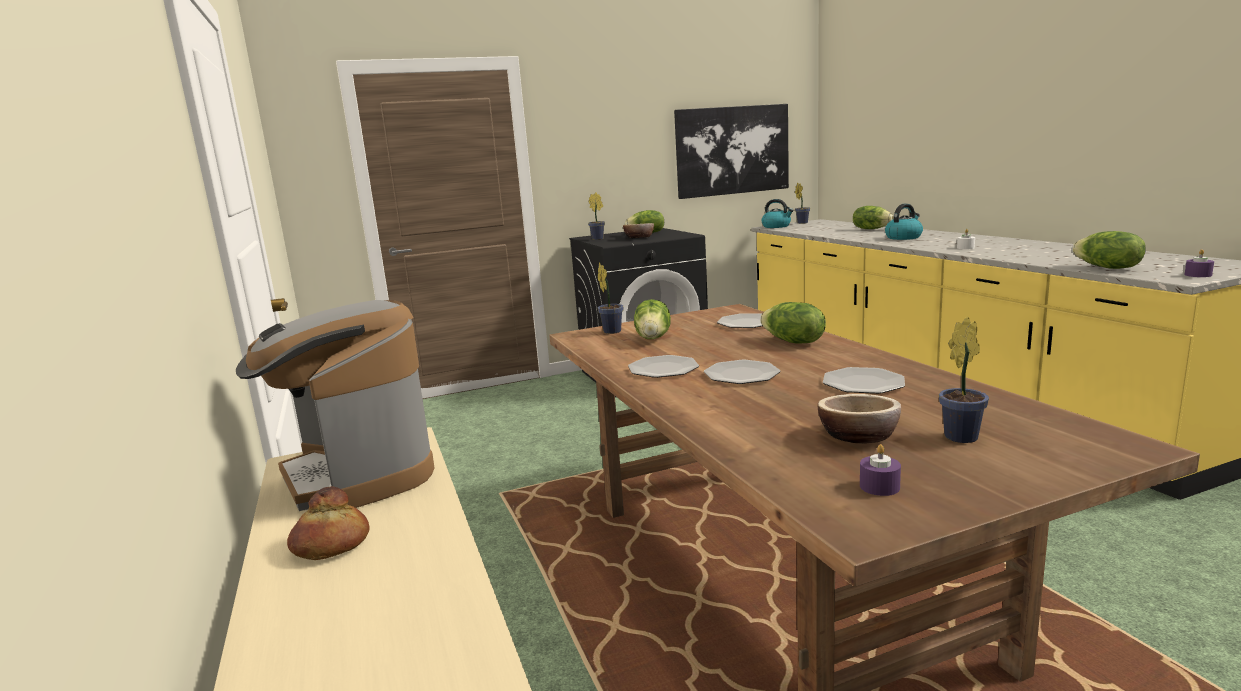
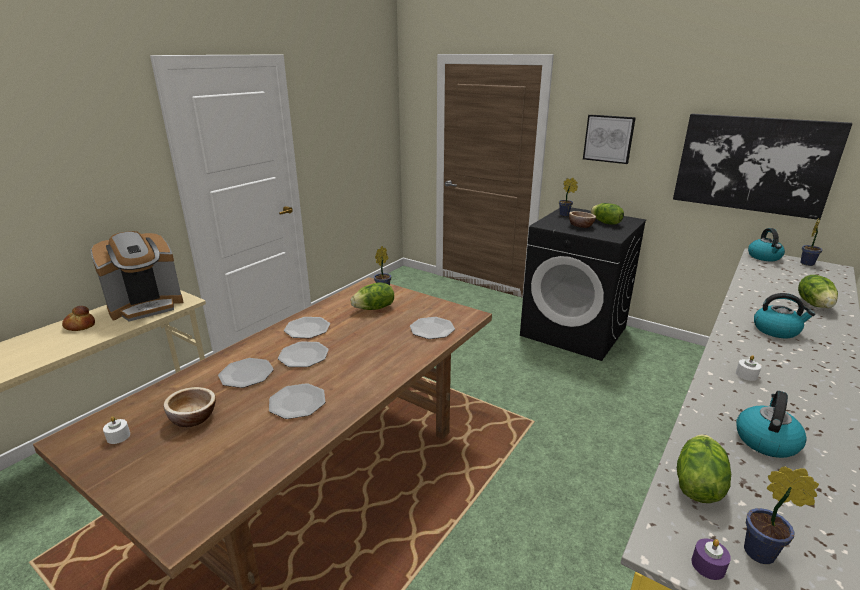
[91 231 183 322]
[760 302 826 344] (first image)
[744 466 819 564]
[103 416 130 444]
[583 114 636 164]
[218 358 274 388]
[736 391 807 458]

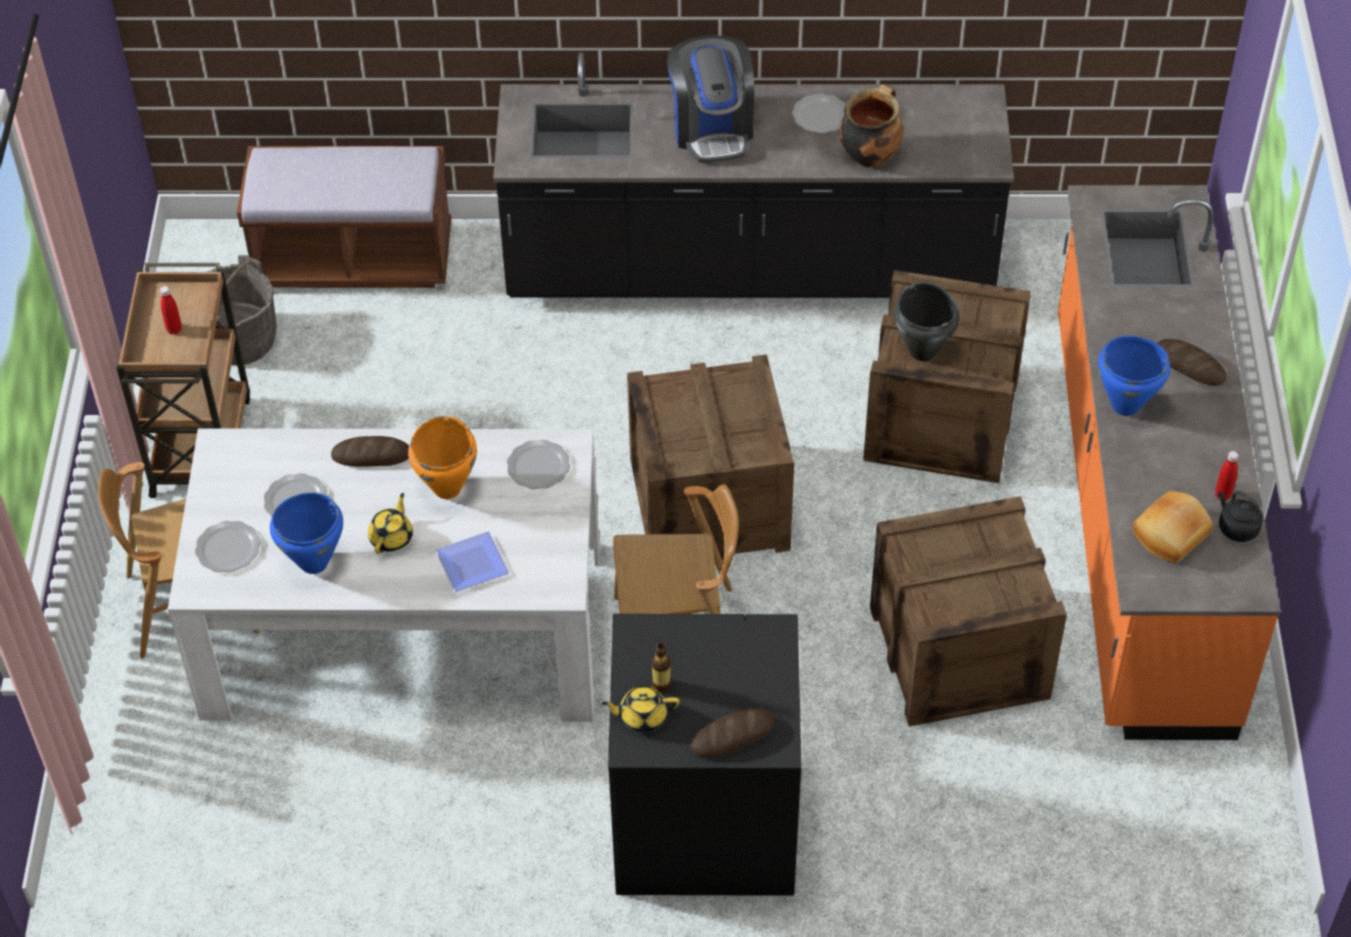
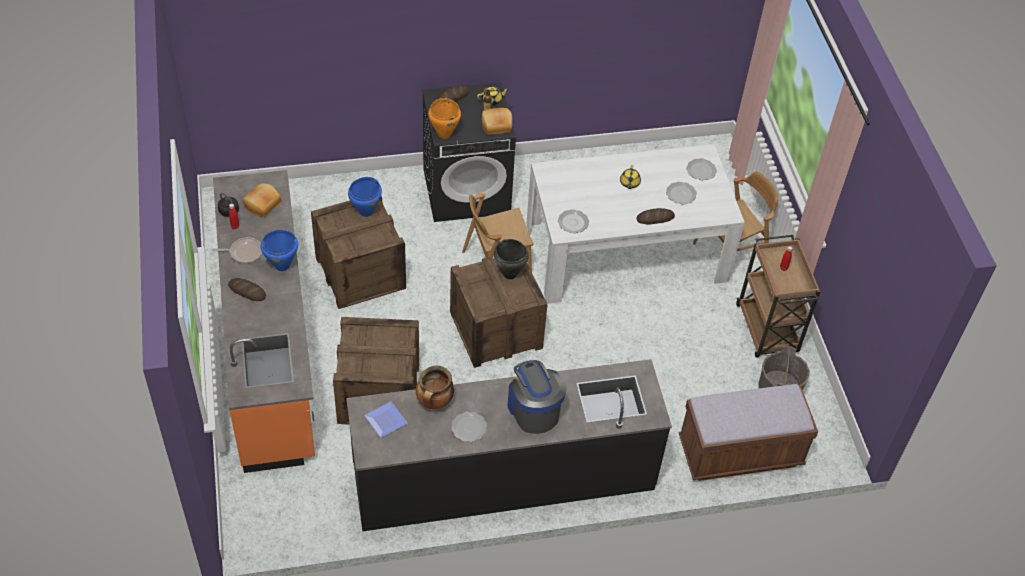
[494 239 529 279]
[428 98 461 139]
[348 177 382 217]
[364 401 407 438]
[482 108 513 135]
[211 237 262 263]

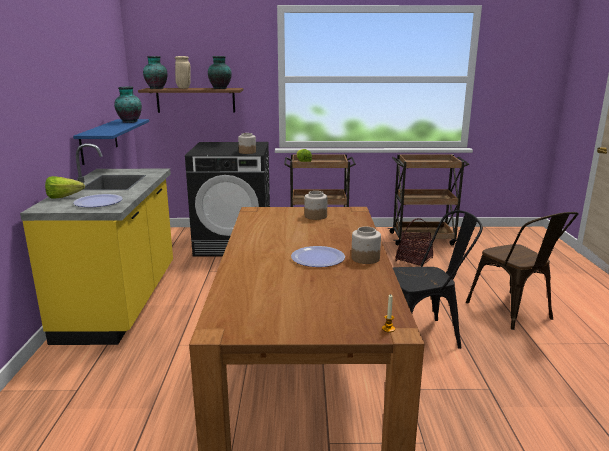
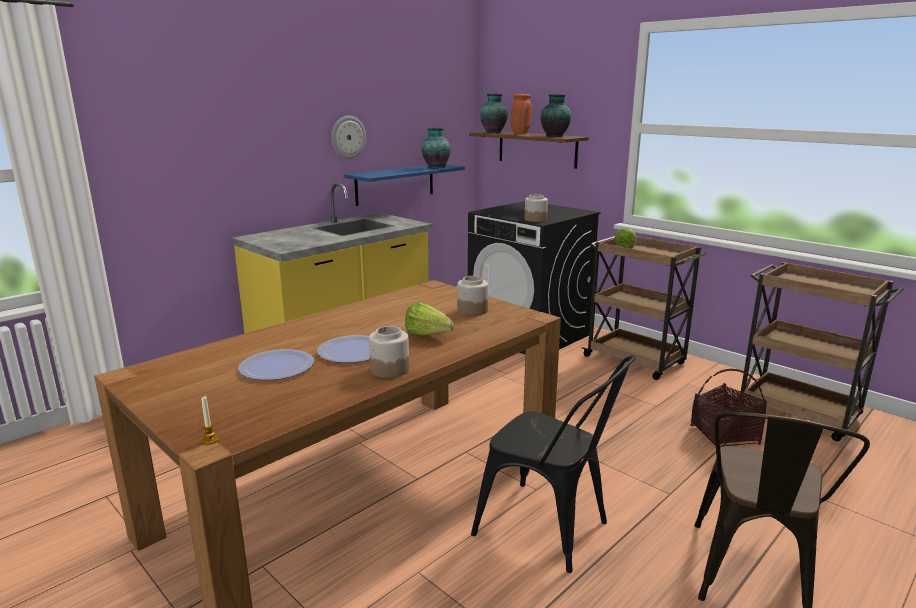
[510 94 532 134]
[405 302 454 335]
[238 349 314 380]
[331 116 366 159]

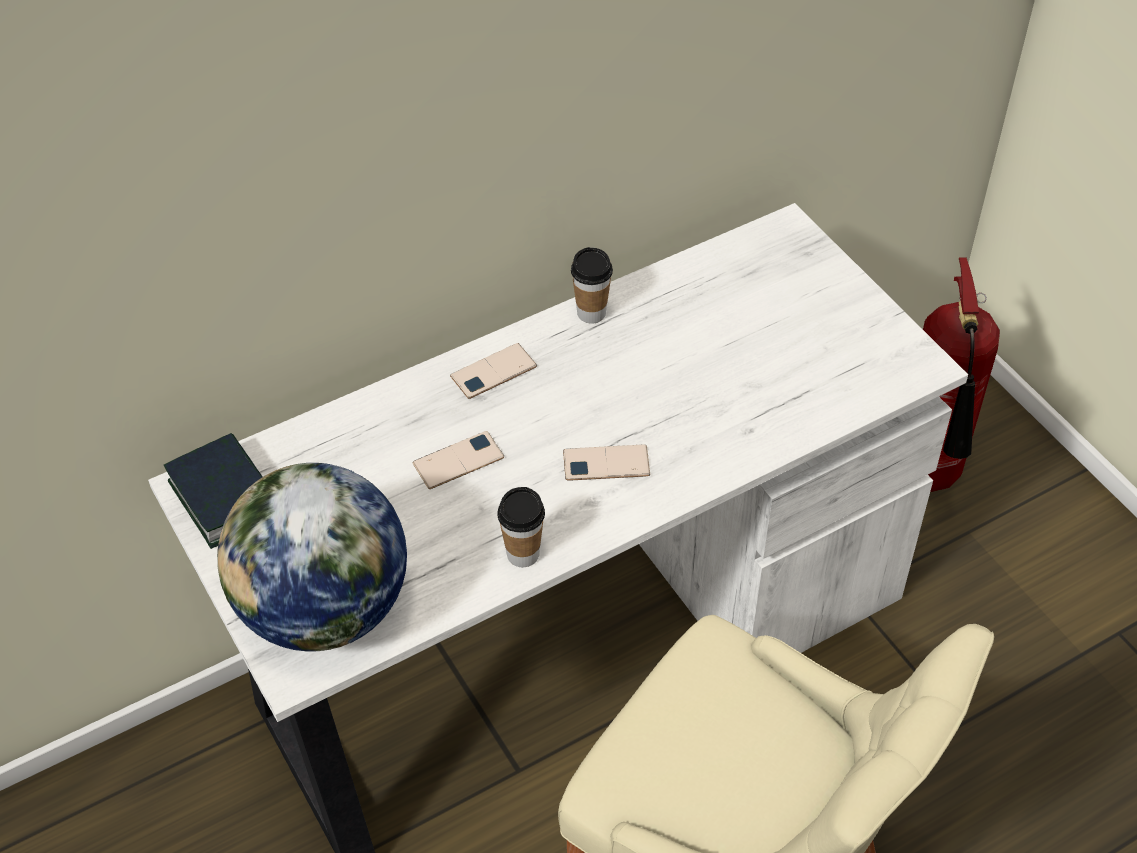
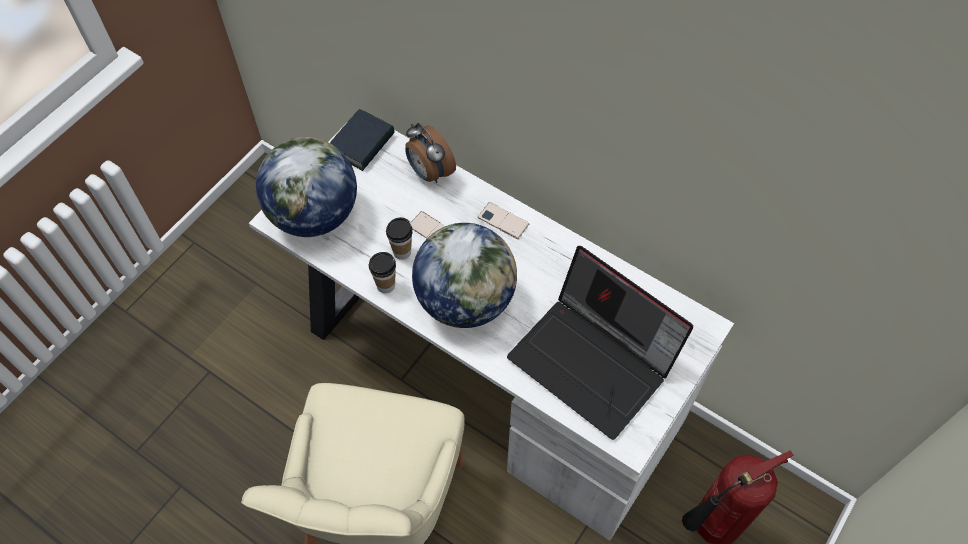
[386 217 413 260]
[412 223 517 328]
[405 123 456 183]
[507 246 693 440]

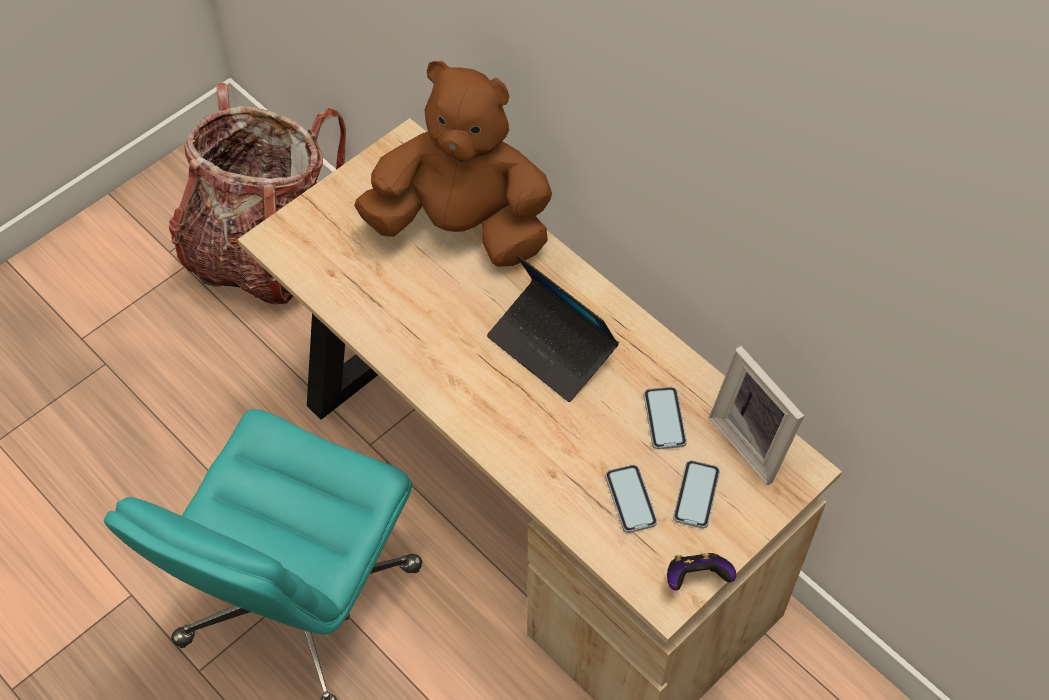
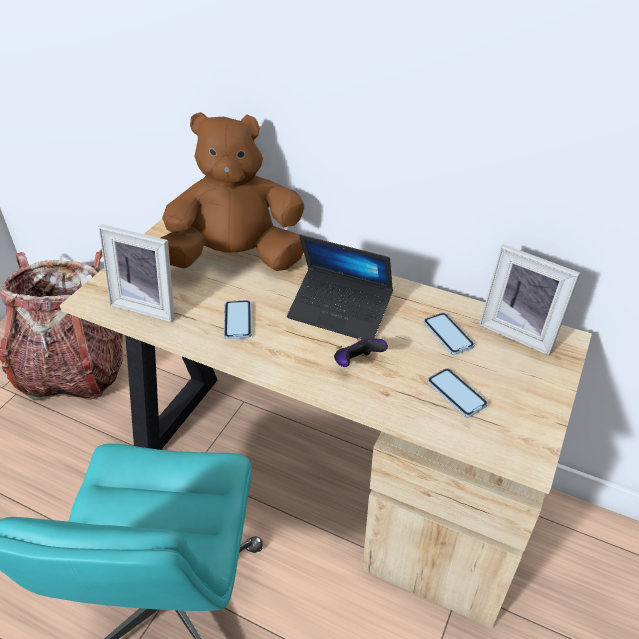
[224 300 252 339]
[334 337 388 367]
[99 224 175 322]

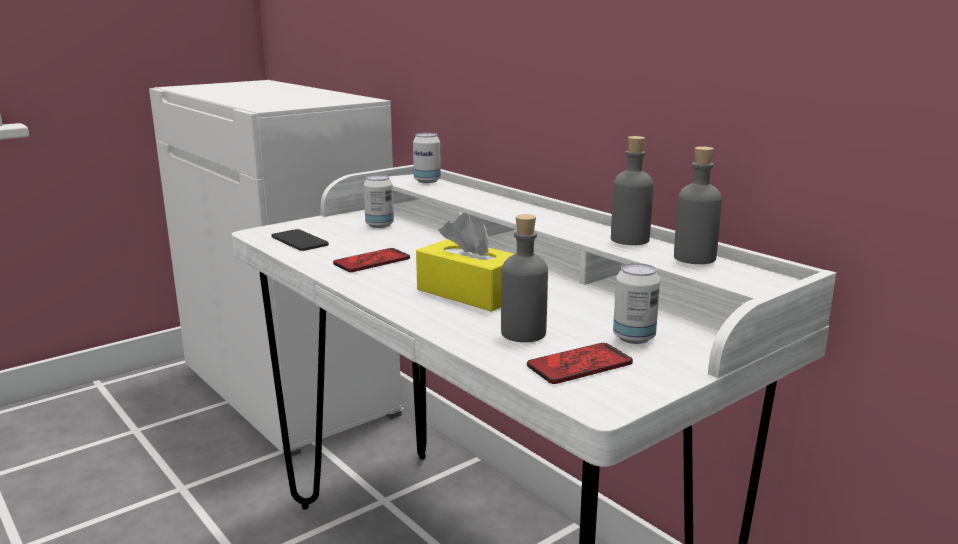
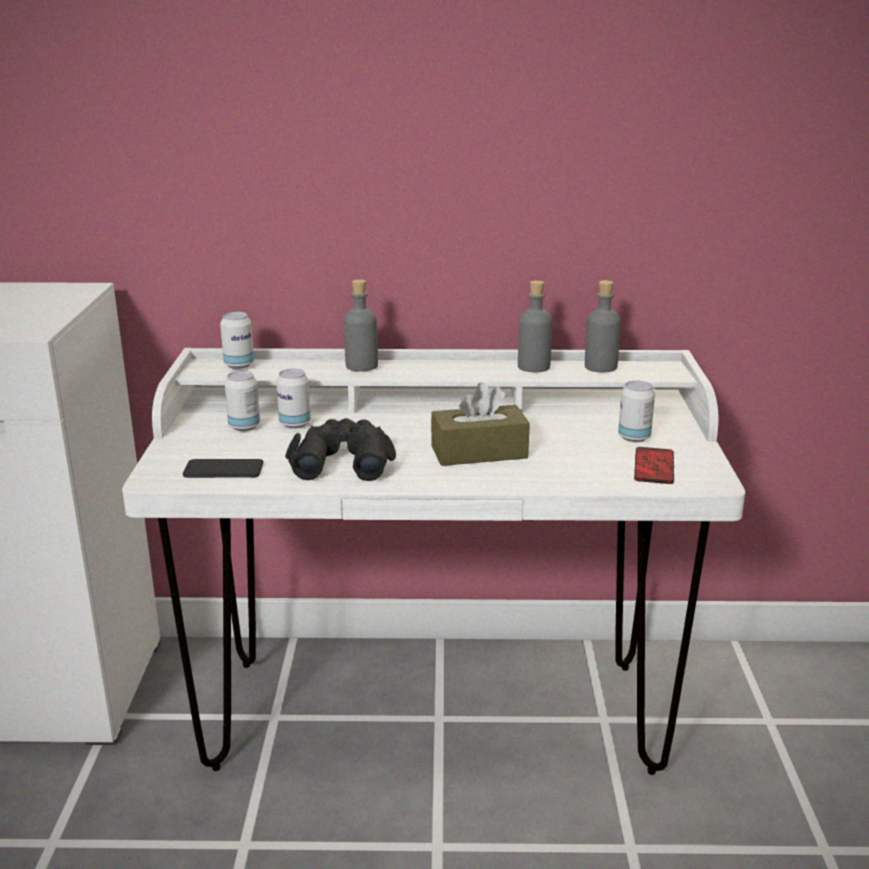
[431 382 530 466]
[344 279 378 371]
[285 418 396 481]
[276 369 311 429]

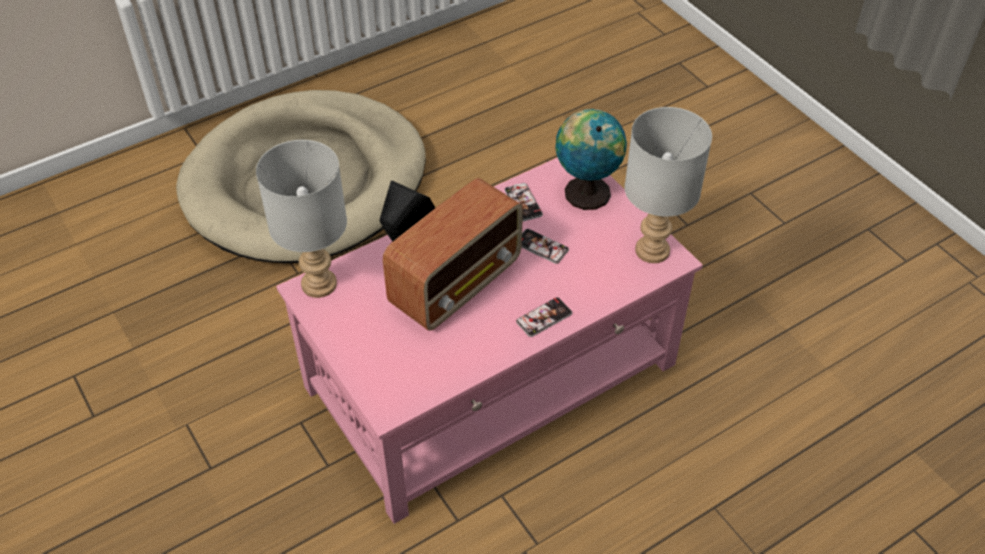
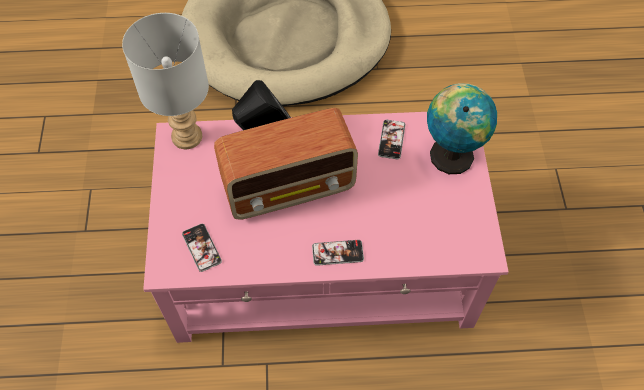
[625 107 712 263] (first image)
[182 224 222 272]

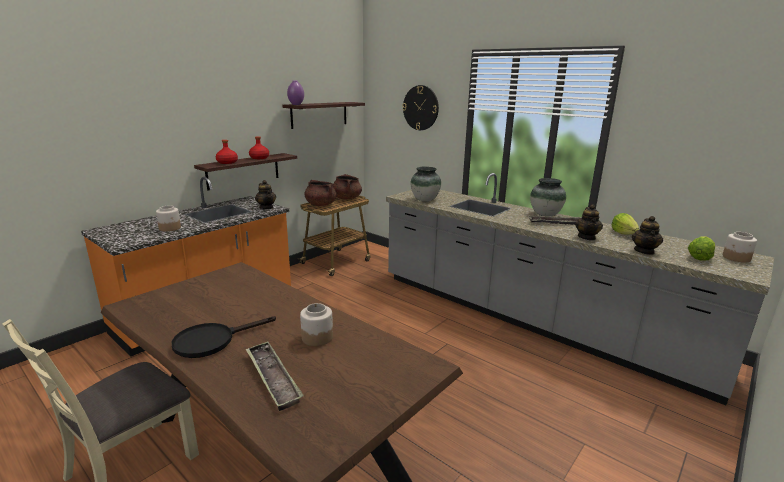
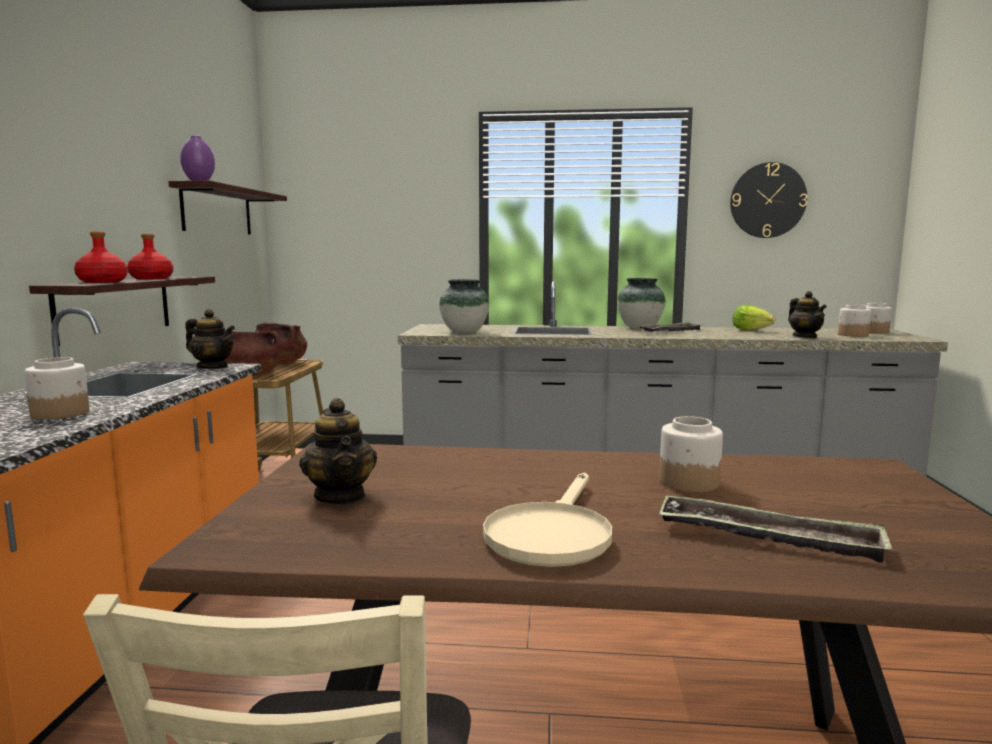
[730 162 807 238]
[299 398 377 504]
[838 304 871 337]
[483 473 612 567]

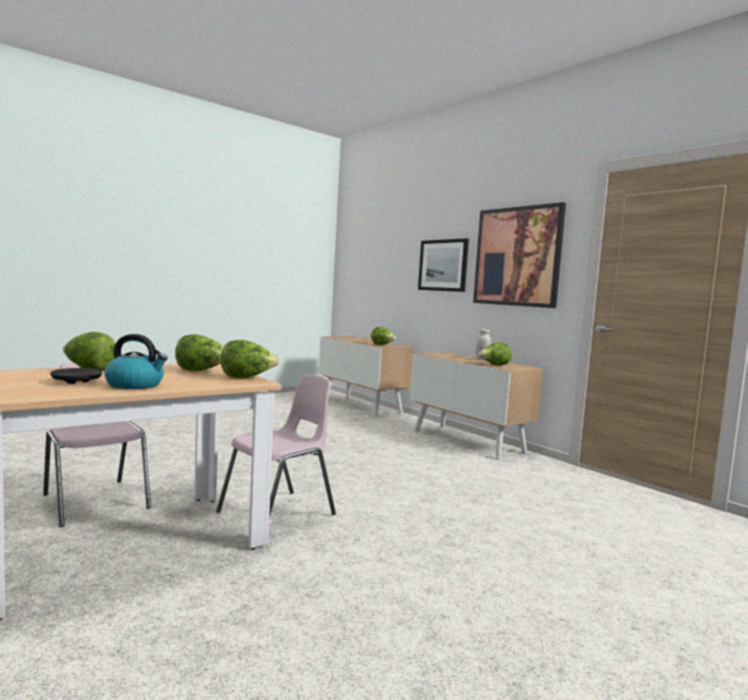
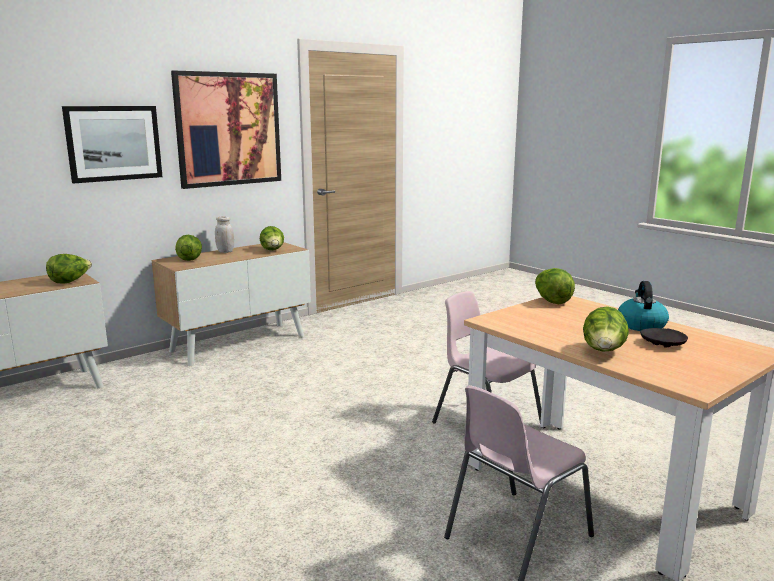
[175 235 202 261]

